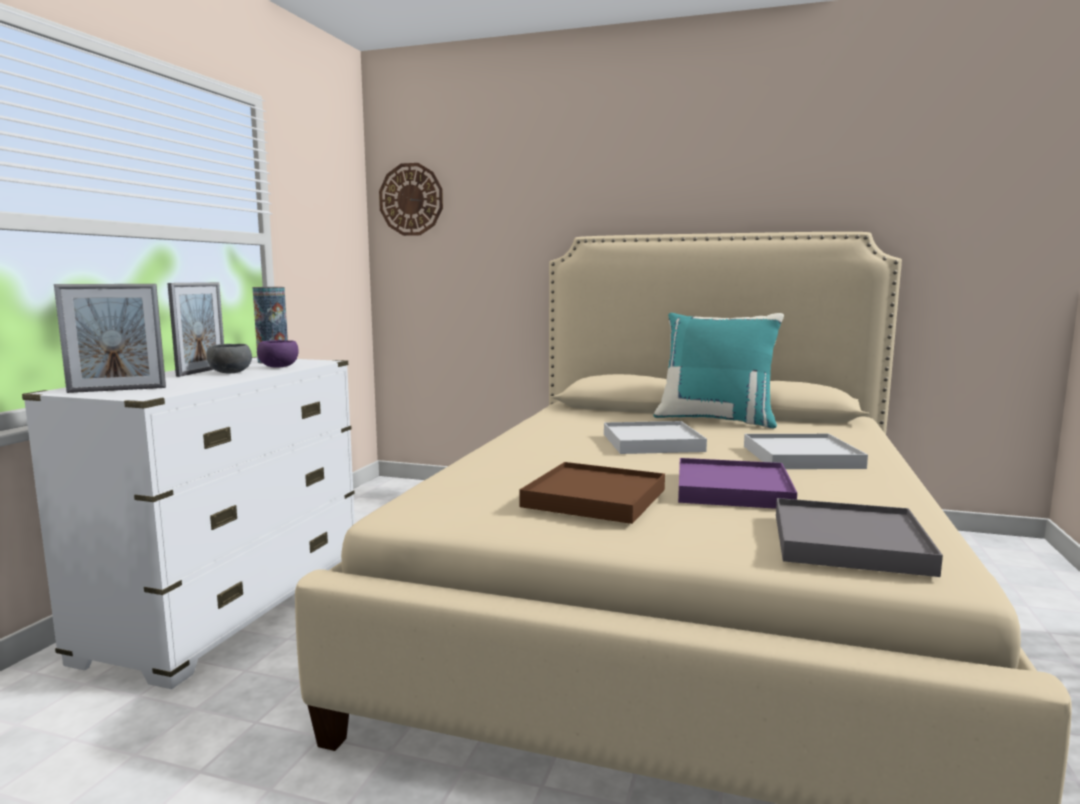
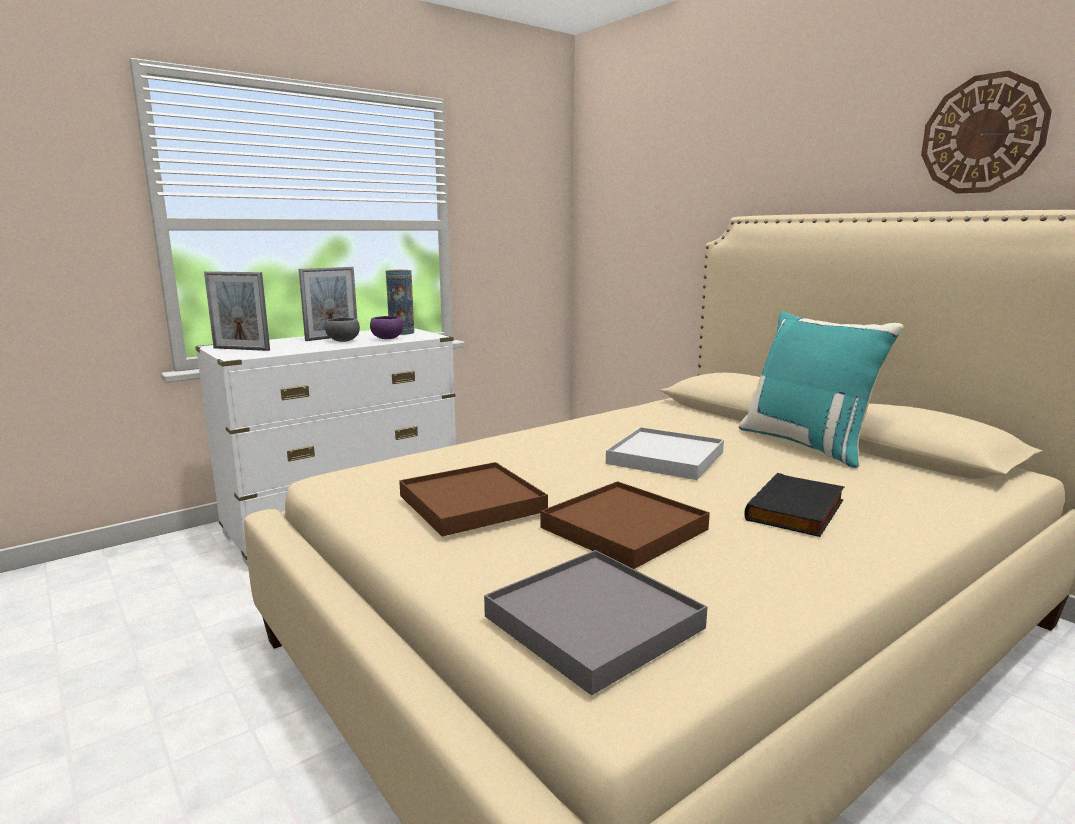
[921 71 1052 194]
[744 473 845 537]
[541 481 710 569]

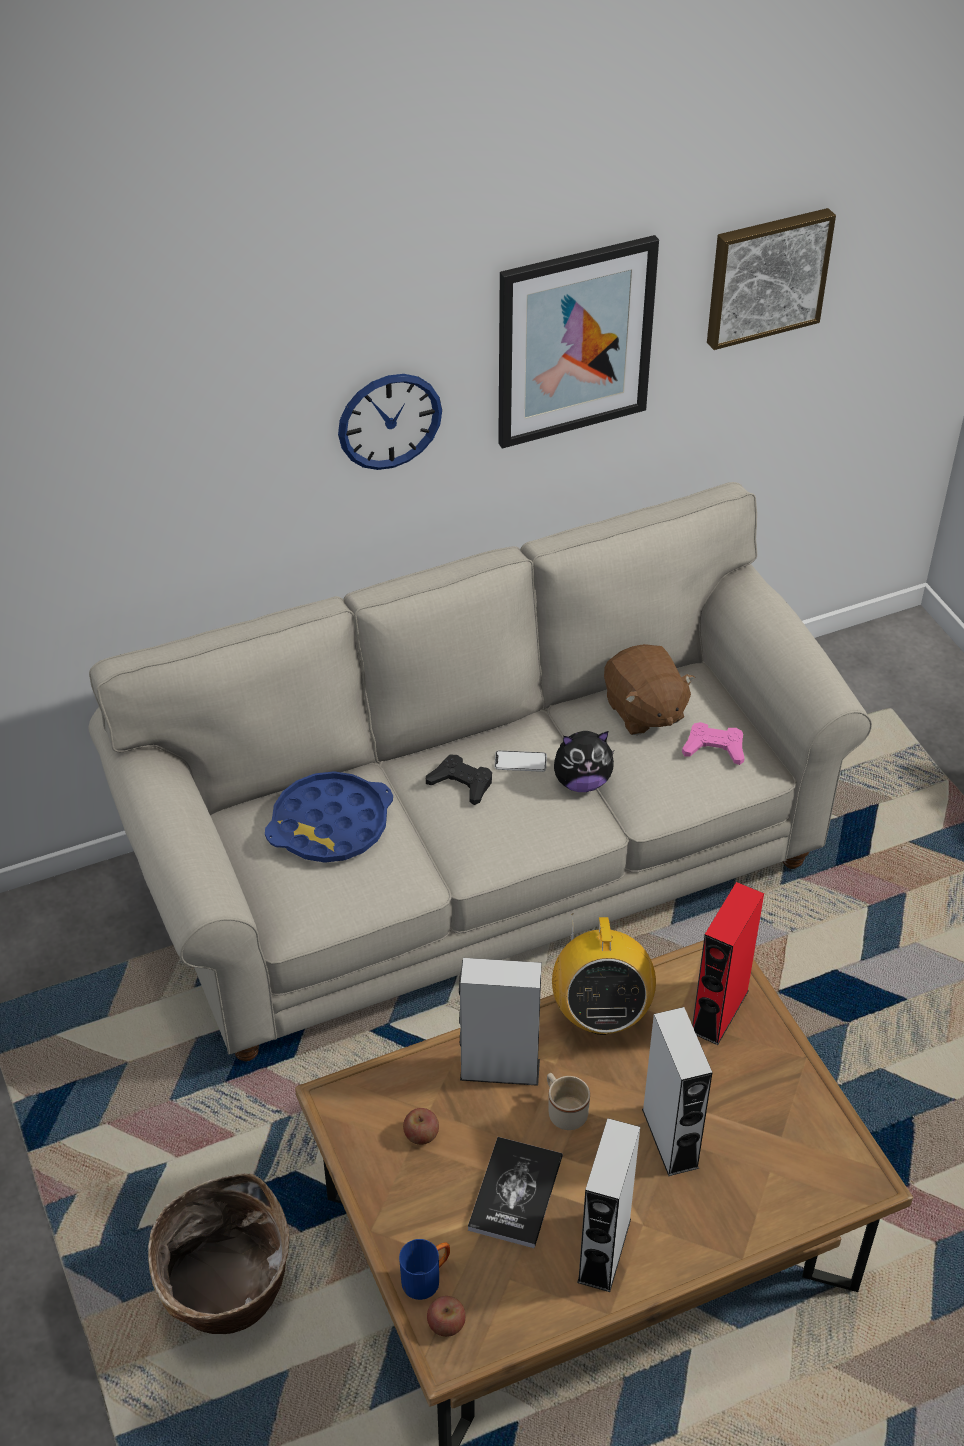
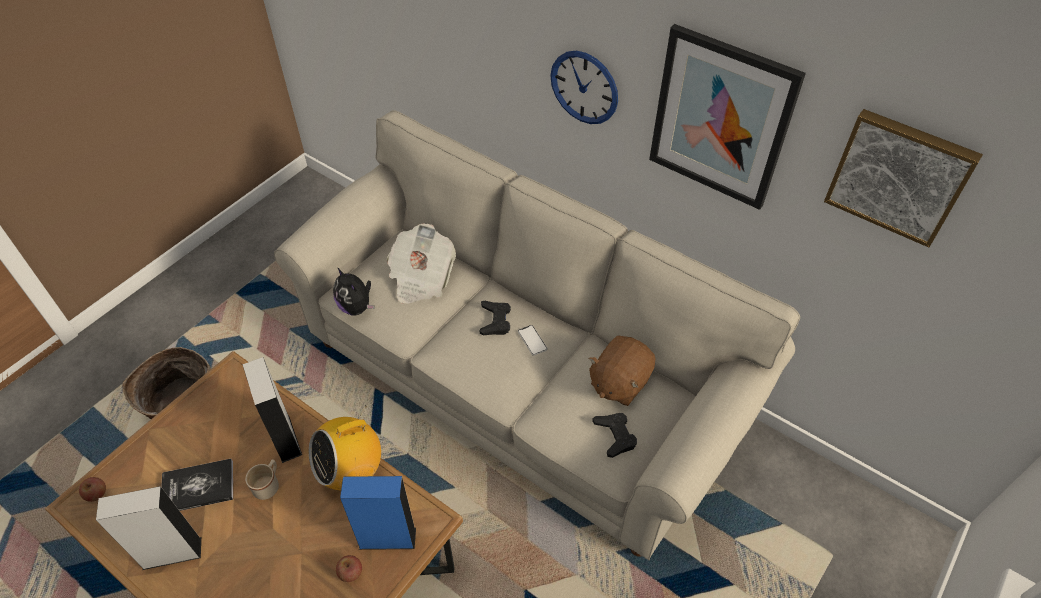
[592 413 637 458]
[333 267 375 315]
[387 224 456 304]
[340 476 416 550]
[642 1007 713 1176] (first image)
[336 555 362 582]
[399 1239 450 1300] (first image)

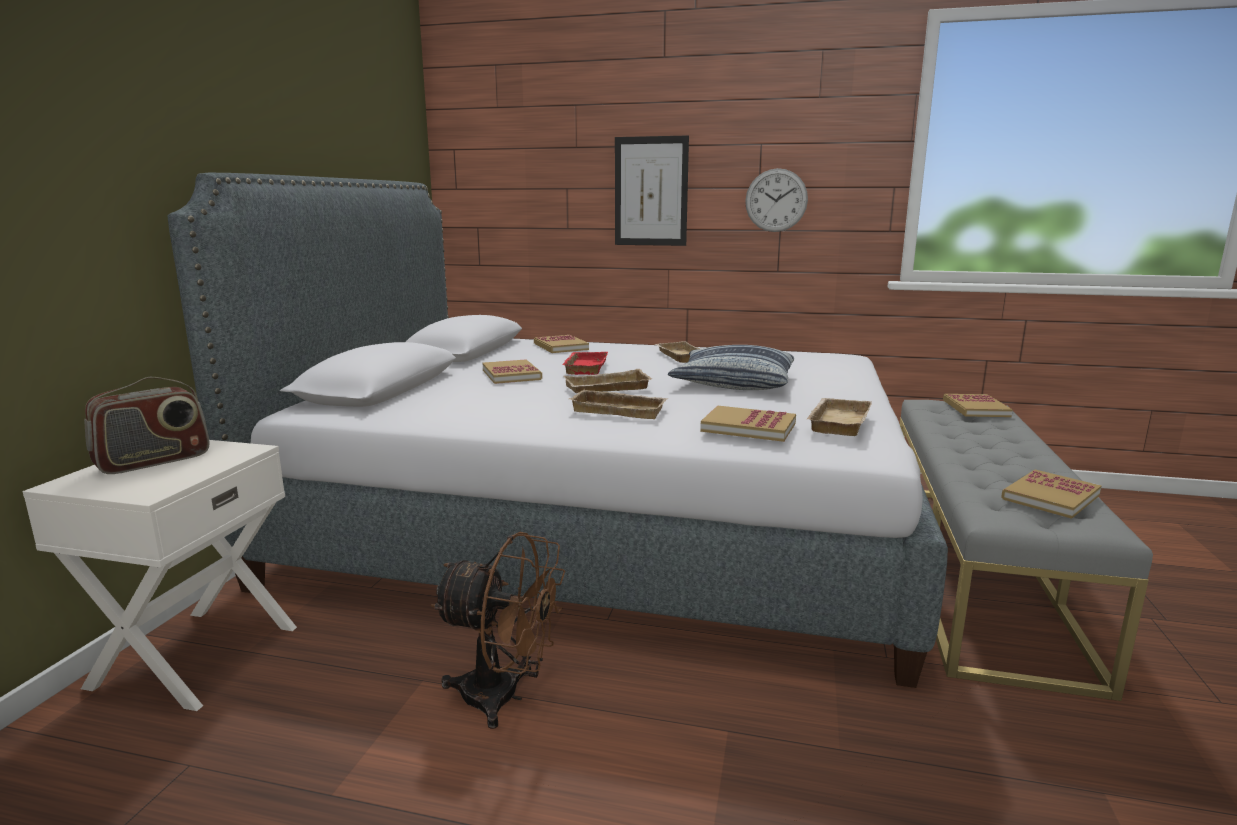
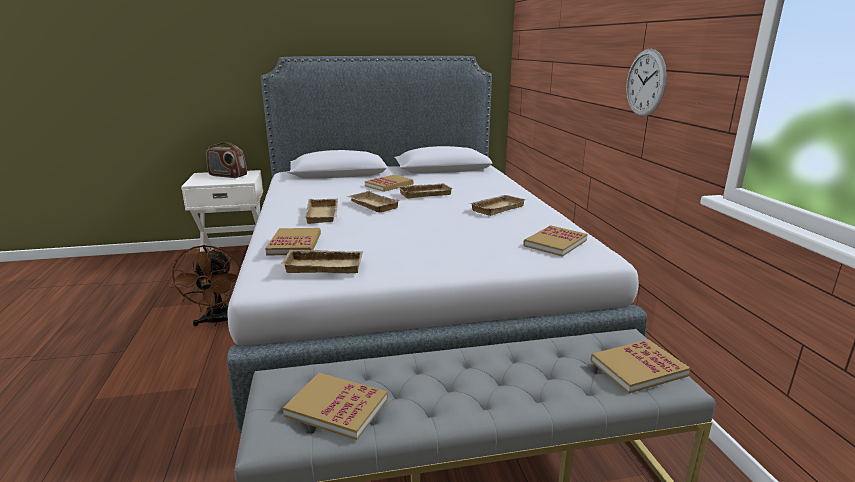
[615 135 689 246] (first image)
[523 225 587 257]
[668 345 794 390] (first image)
[397 183 453 199]

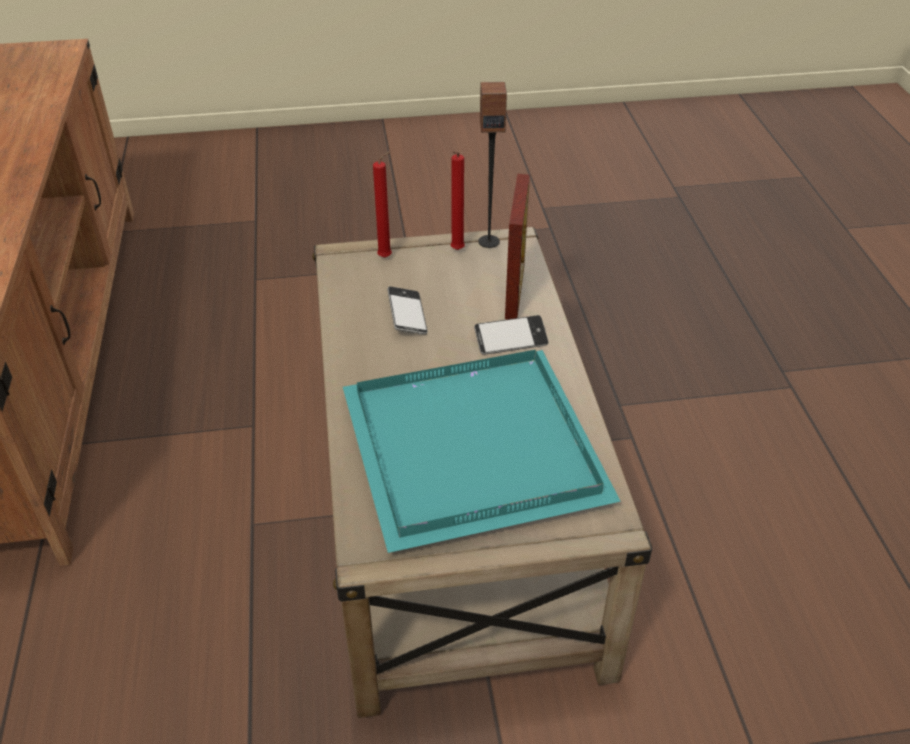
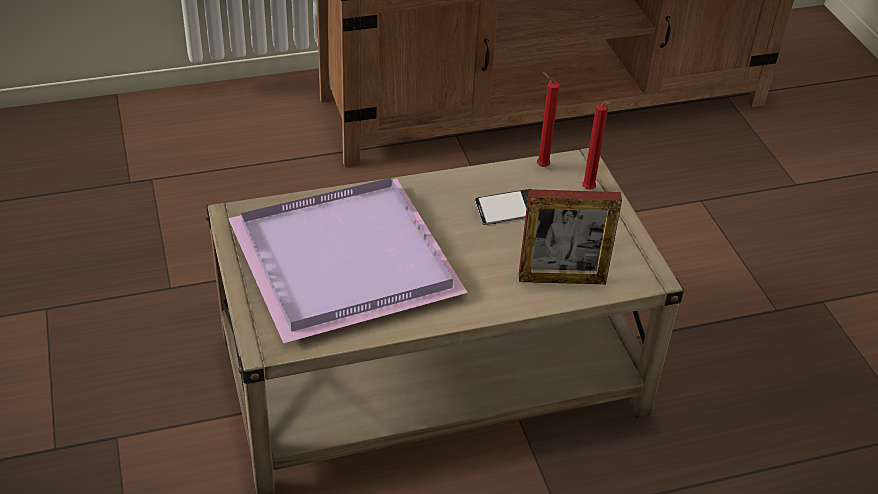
[478 82 507 248] (first image)
[537 72 560 167]
[474 315 548 355] (first image)
[228 178 468 344]

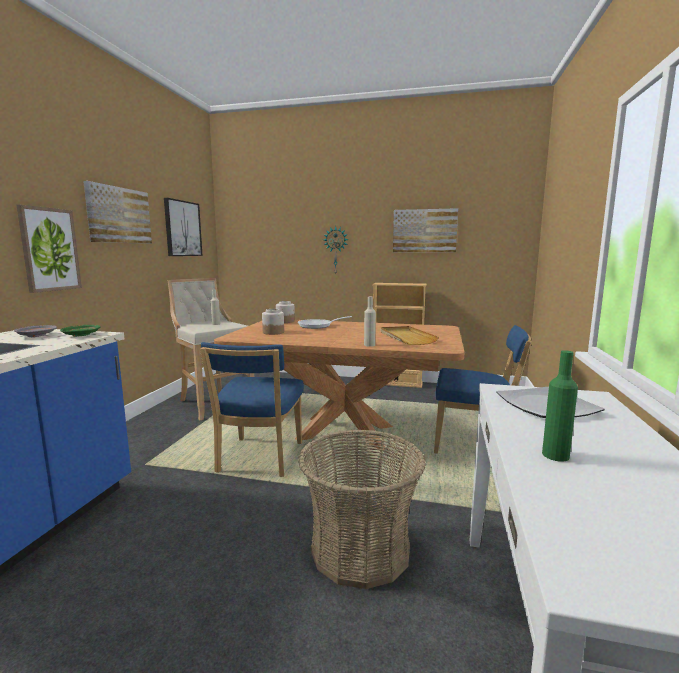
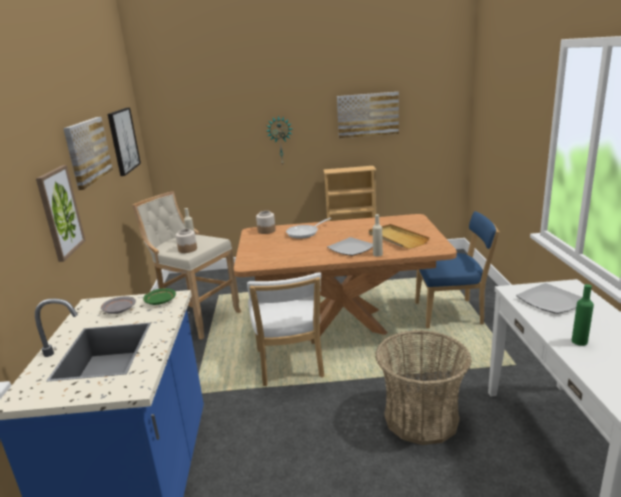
[176 229 197 253]
[247 272 324 386]
[327 237 373 256]

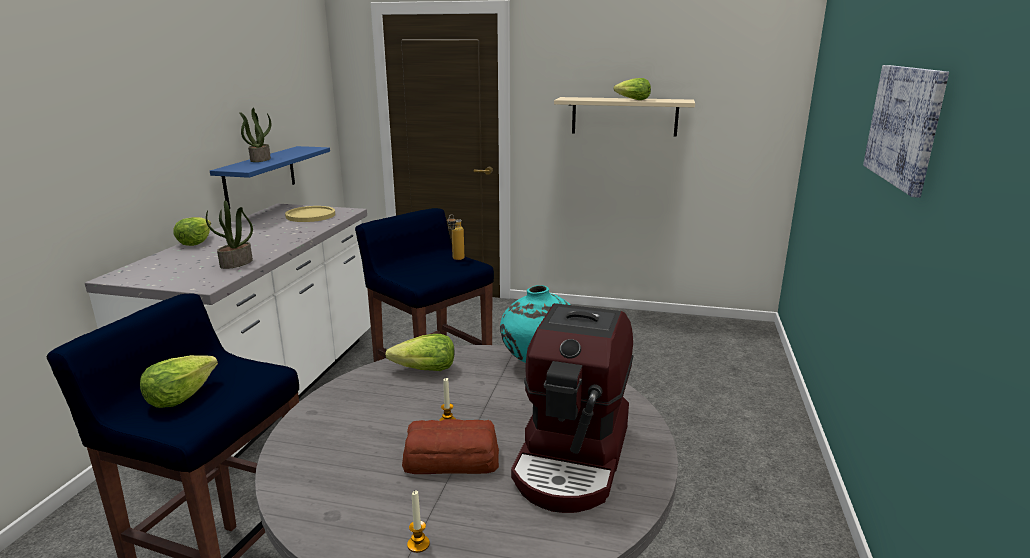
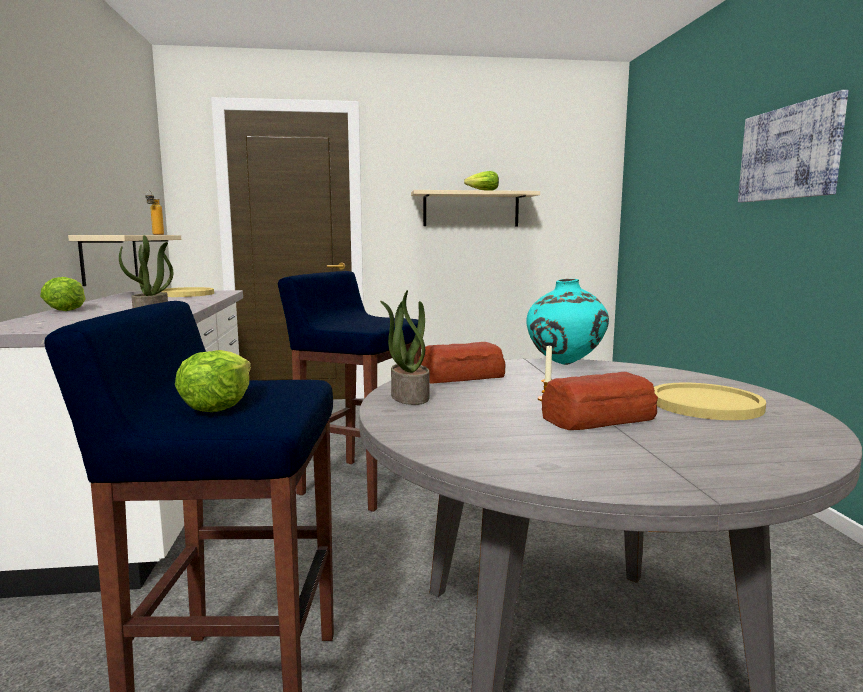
[380 290 429 405]
[68 235 181 286]
[145 190 164 235]
[654 383 766 420]
[419 342 506 384]
[407 491 430 553] (first image)

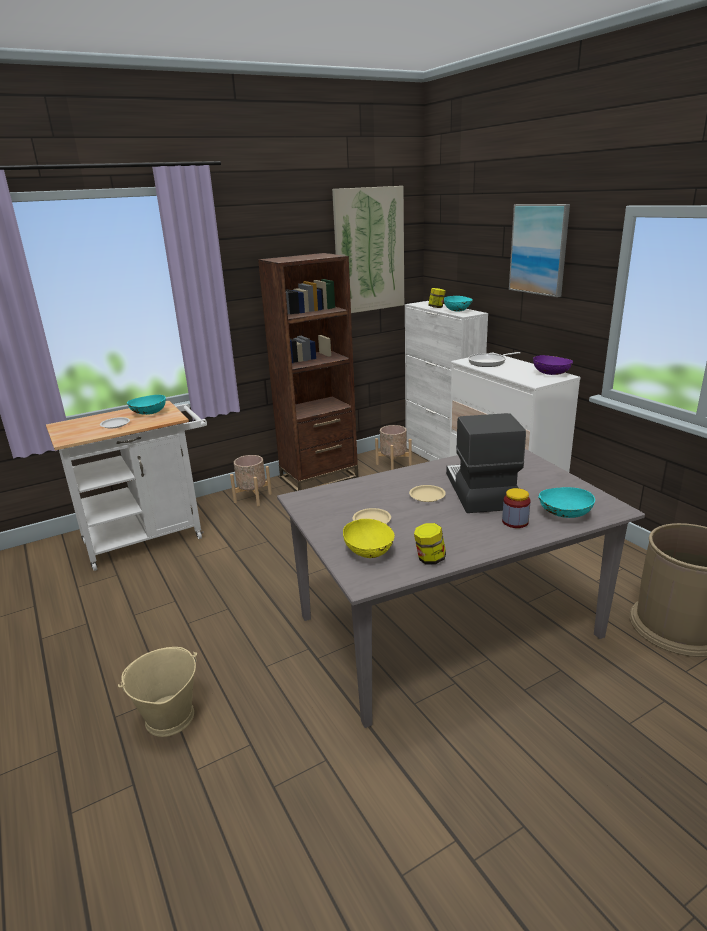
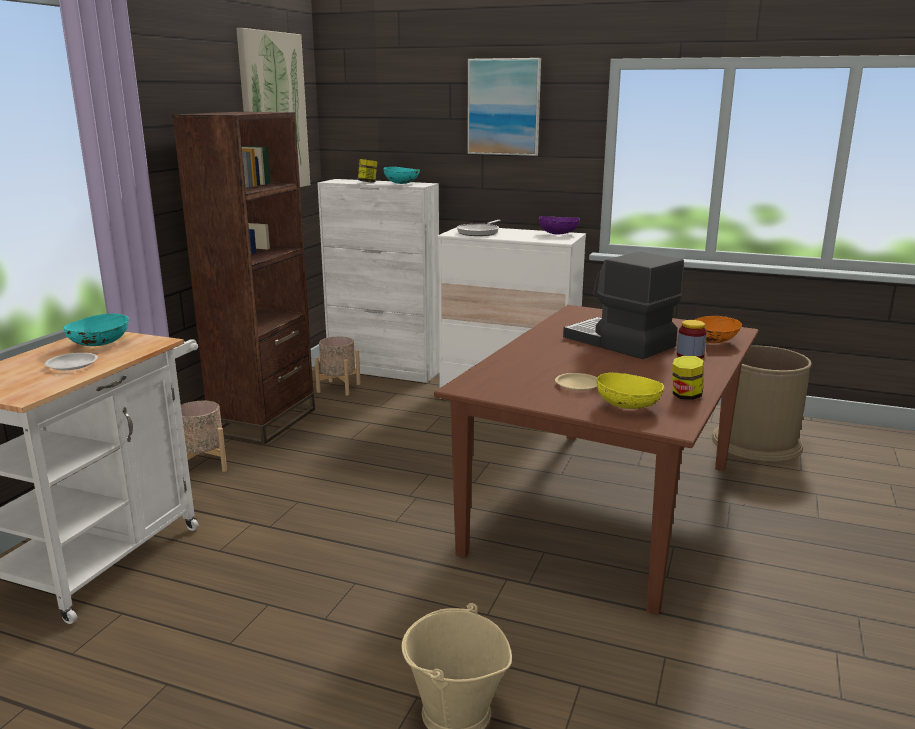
[434 305 759 615]
[409 485 446 502] (first image)
[694 316 742 343]

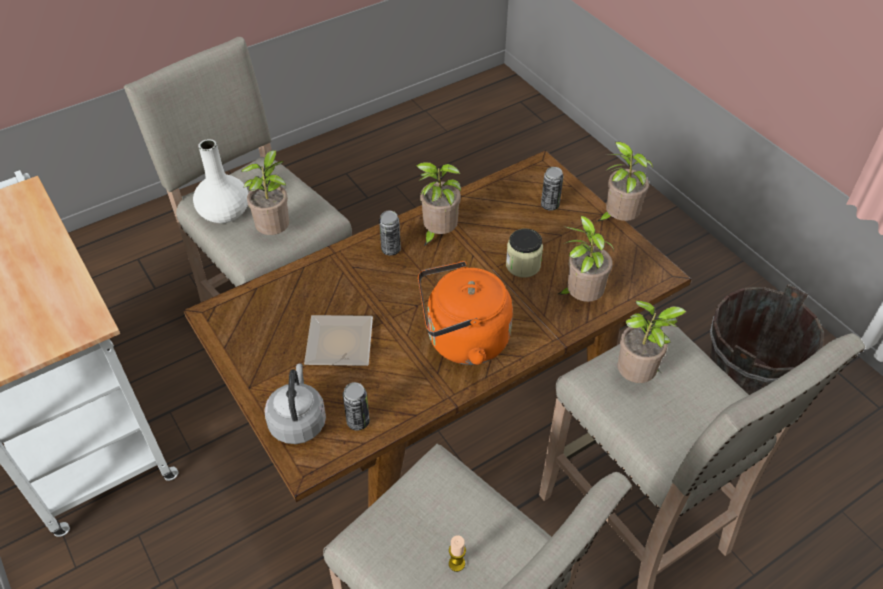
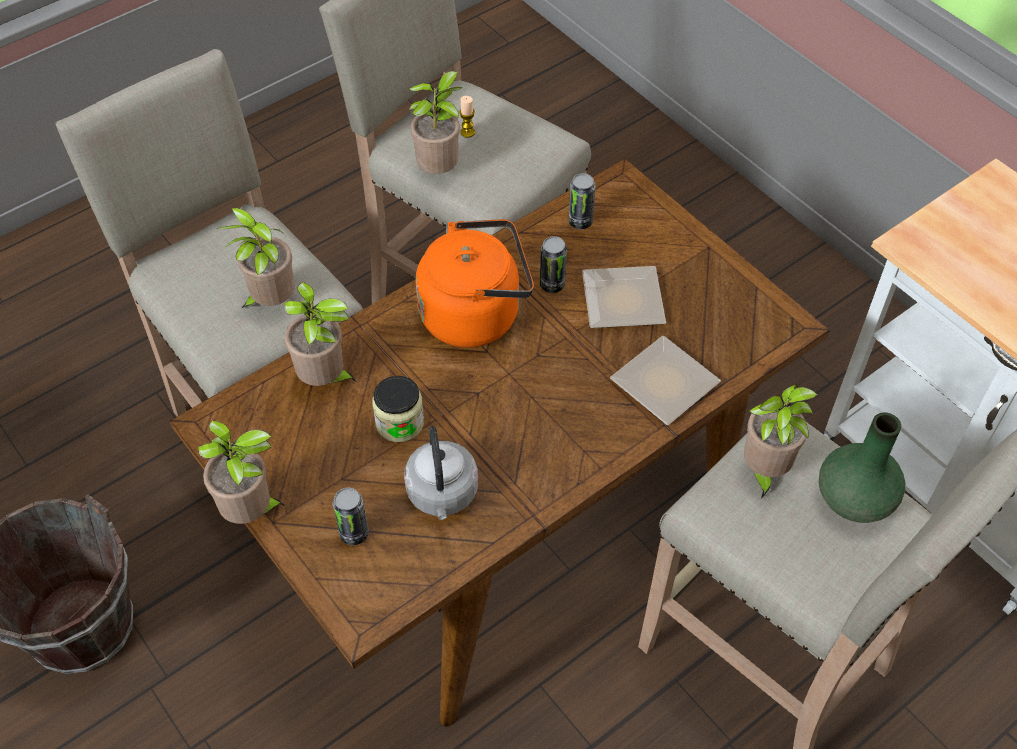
[819 413 905 523]
[409 71 463 174]
[540 236 567 293]
[404 426 478 520]
[610 336 721 425]

